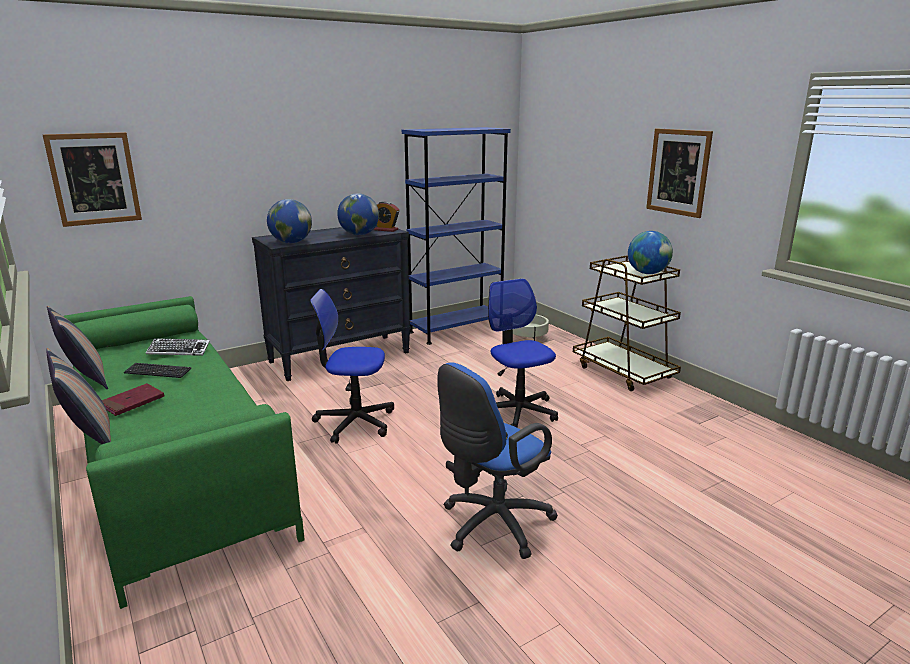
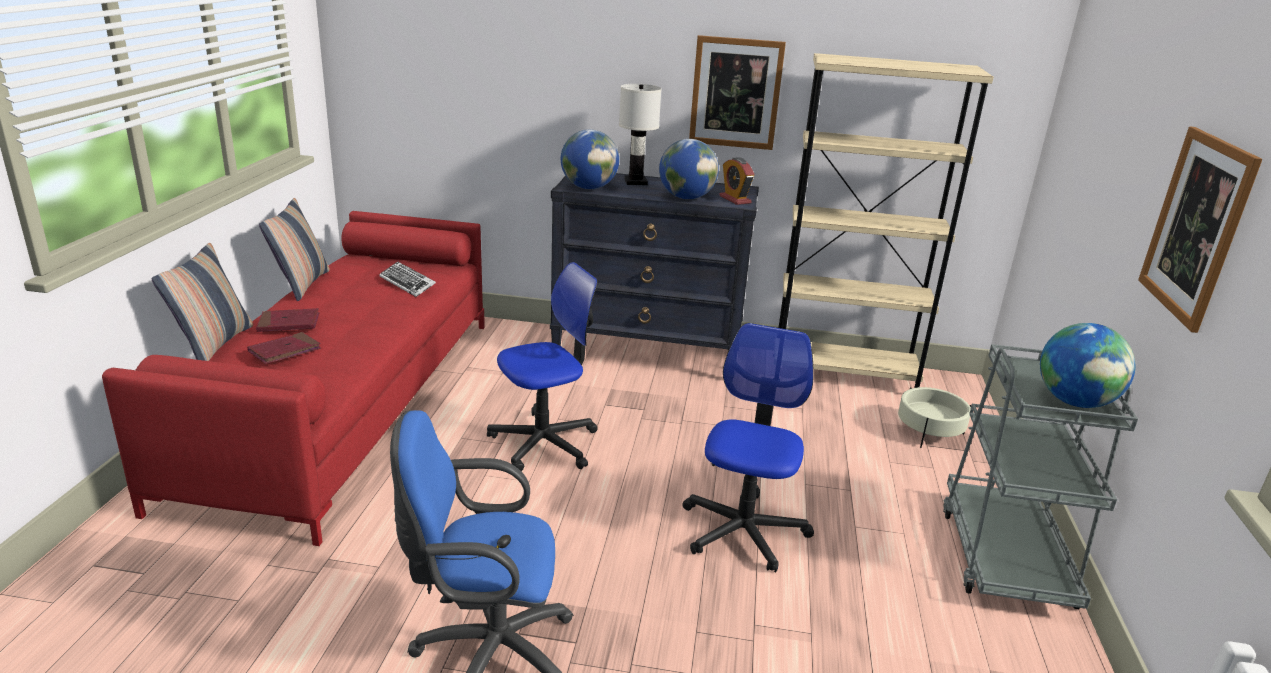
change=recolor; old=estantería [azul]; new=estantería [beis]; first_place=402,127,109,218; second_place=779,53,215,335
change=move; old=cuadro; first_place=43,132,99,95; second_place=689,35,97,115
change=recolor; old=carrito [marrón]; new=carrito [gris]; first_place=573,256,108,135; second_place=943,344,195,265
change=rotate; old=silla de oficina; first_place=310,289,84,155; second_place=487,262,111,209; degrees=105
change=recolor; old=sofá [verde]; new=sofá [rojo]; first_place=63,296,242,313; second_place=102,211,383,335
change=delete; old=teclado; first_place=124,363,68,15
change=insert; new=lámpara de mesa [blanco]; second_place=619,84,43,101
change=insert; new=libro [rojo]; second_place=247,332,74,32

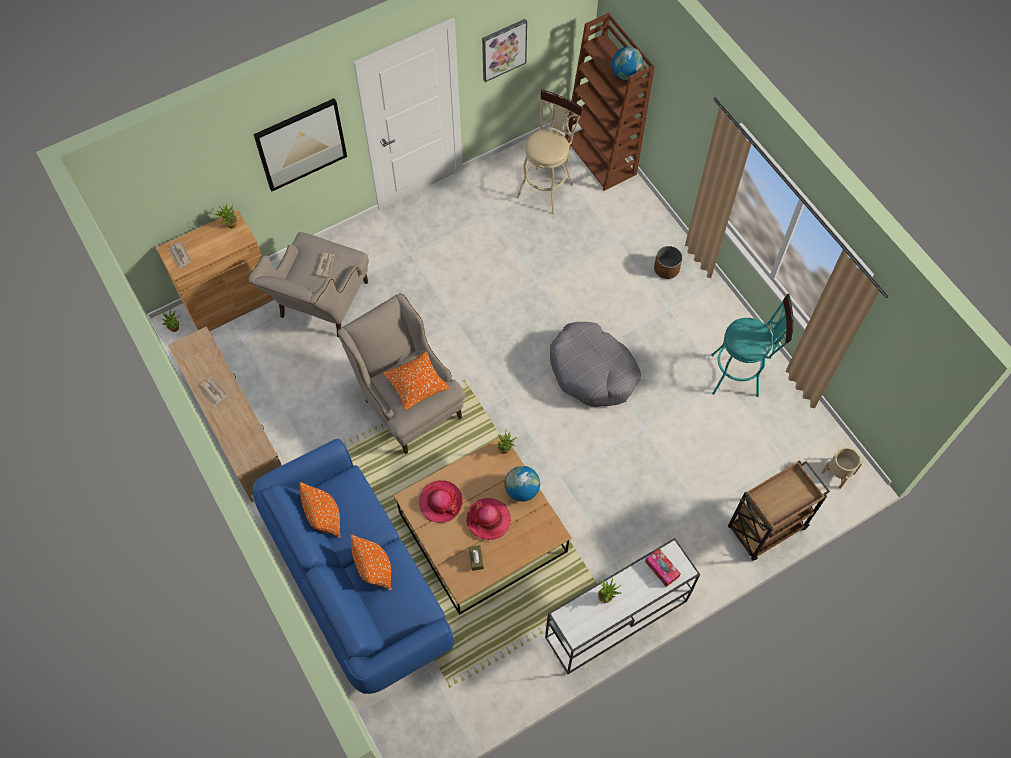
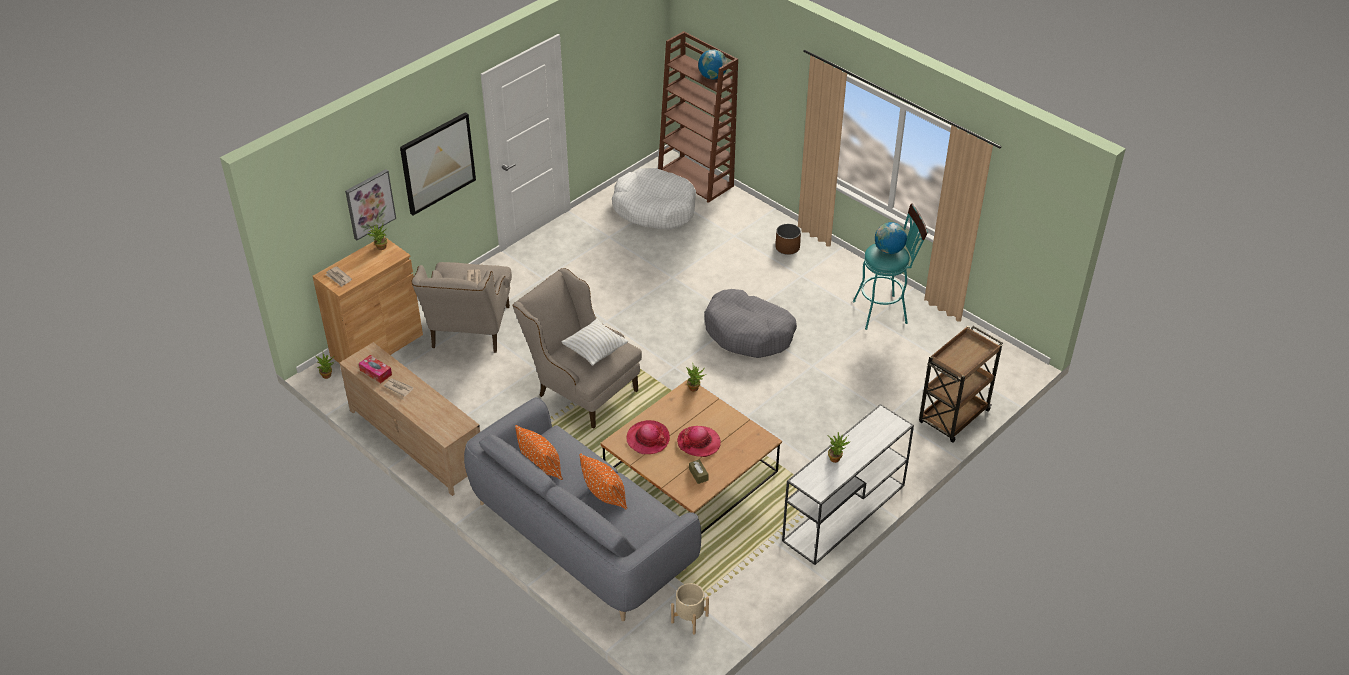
change=move; old=cuadro; first_place=482,19,45,63; second_place=345,169,51,71
change=replace; old=taburete [beis]; new=cama para perro [blanco]; first_place=517,89,66,125; second_place=612,168,84,62
change=recolor; old=cojín [naranja]; new=cojín [blanco]; first_place=384,351,65,60; second_place=561,319,67,47
change=recolor; old=sofá [azul]; new=sofá [gris]; first_place=253,439,201,255; second_place=464,397,237,224
change=move; old=maceta [beis]; first_place=821,447,42,42; second_place=671,583,38,52
change=move; old=globo terráqueo; first_place=505,466,35,36; second_place=875,222,32,32
change=move; old=caja de pañuelos; first_place=645,548,36,39; second_place=359,355,33,28

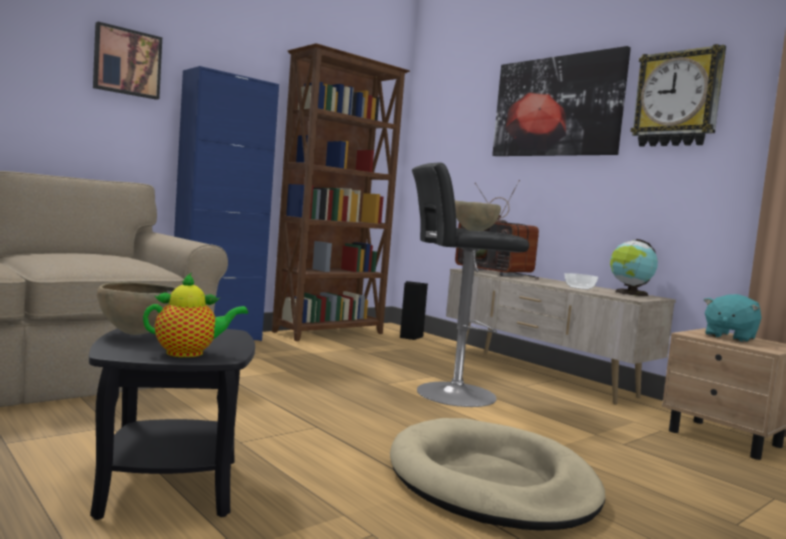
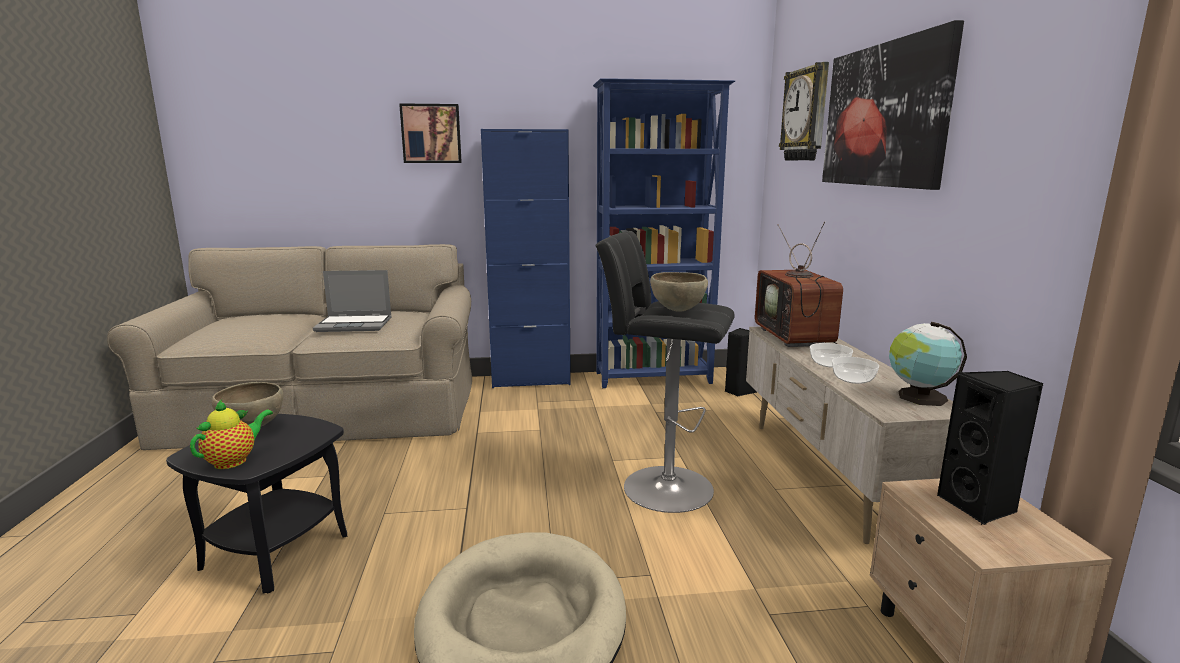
change=recolor; old=estantería [marrón]; new=estantería [azul]; first_place=272,43,138,298; second_place=593,78,142,310
change=move; old=reloj de pared; first_place=630,44,96,103; second_place=779,62,50,98
change=rotate; old=tetera; first_place=143,273,105,84; second_place=190,399,83,70; degrees=-75
change=replace; old=peluche [turquesa]; new=altavoz [negro]; first_place=704,294,58,48; second_place=937,371,106,154
change=insert; new=portátil; second_place=313,270,79,62
change=insert; new=cuenco; second_place=810,343,43,25

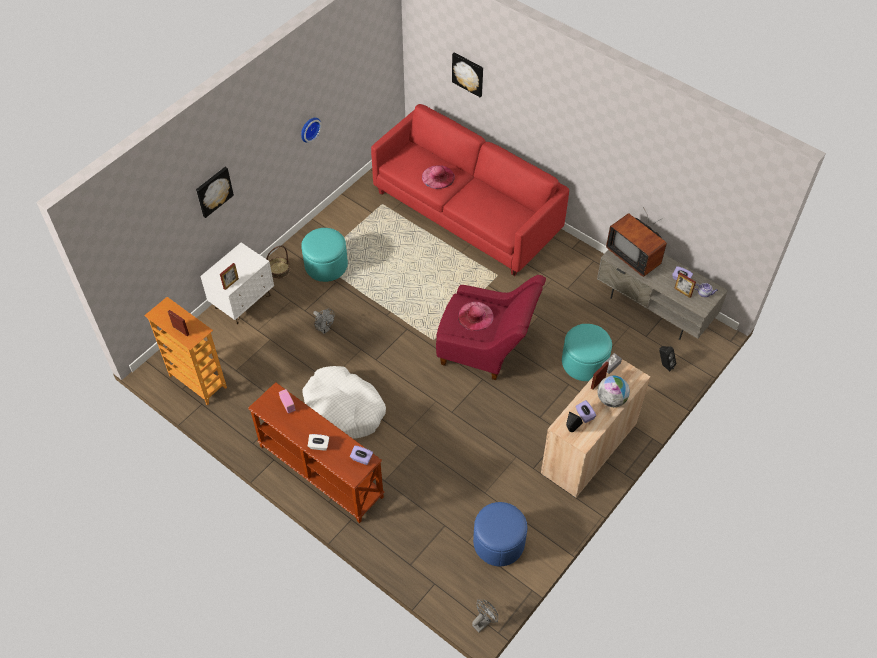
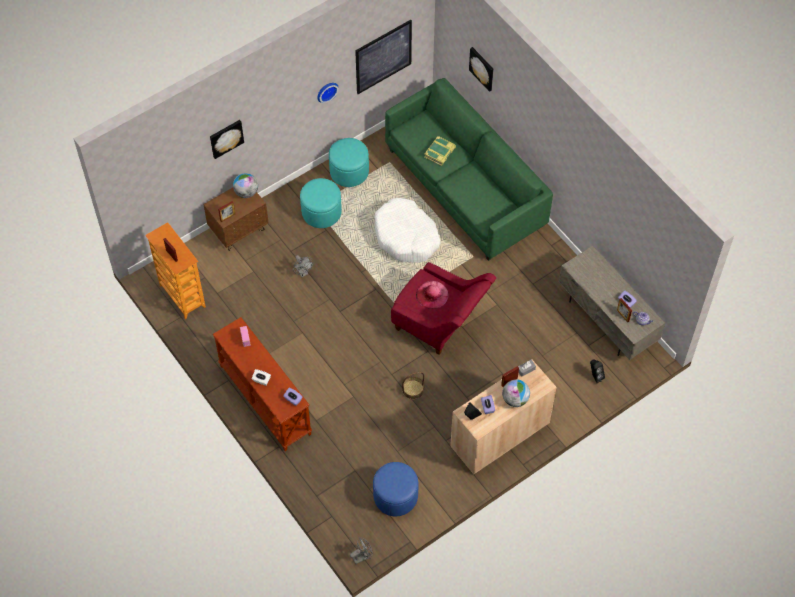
change=recolor; old=sofá [rojo]; new=sofá [verde]; first_place=371,104,198,172; second_place=385,78,168,183
change=replace; old=sombrero [rosa]; new=libro; first_place=422,165,33,24; second_place=424,136,32,30
change=delete; old=televisor; first_place=606,207,61,70
change=recolor; old=mesita de noche [blanco]; new=mesita de noche [marrón]; first_place=200,242,74,82; second_place=203,187,66,64
change=move; old=cesta; first_place=267,246,23,33; second_place=402,372,22,28
change=move; old=puf [turquesa]; first_place=562,324,50,57; second_place=329,138,40,49
change=move; old=cama para perro [blanco]; first_place=303,366,83,73; second_place=375,198,65,65
change=insert; new=cuadro; second_place=355,20,57,74
change=insert; new=globo terráqueo; second_place=233,173,25,25

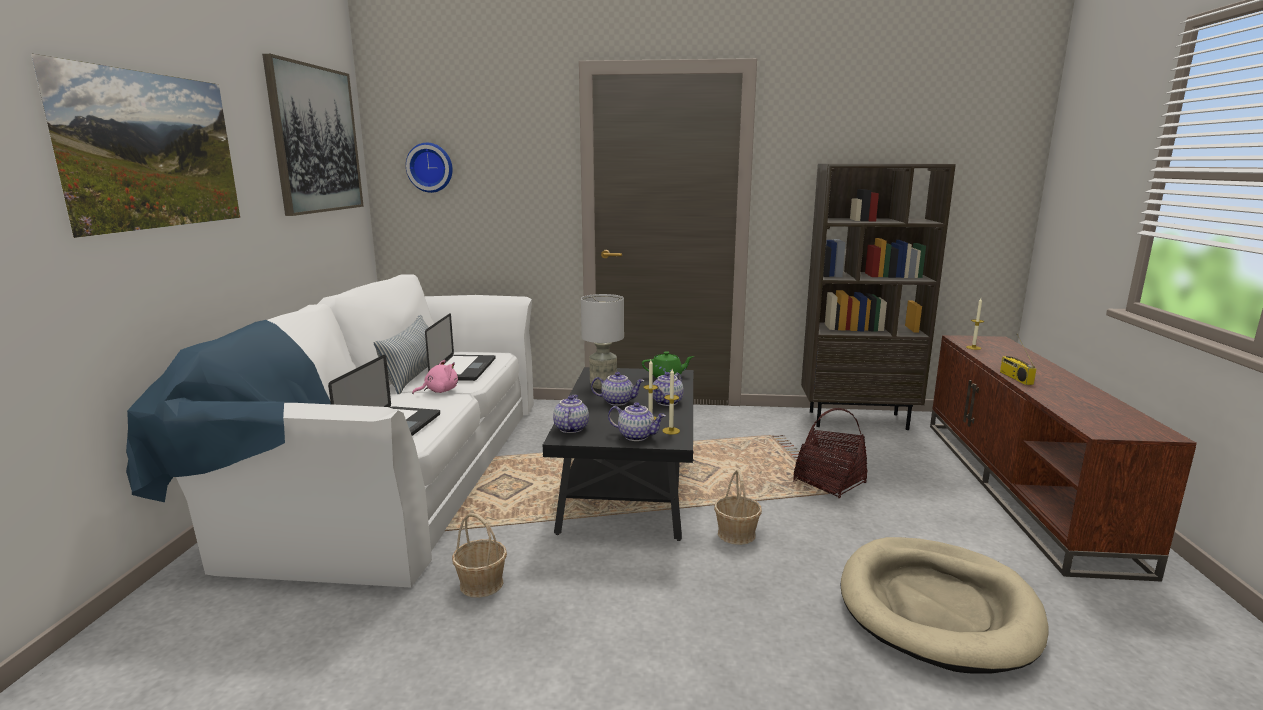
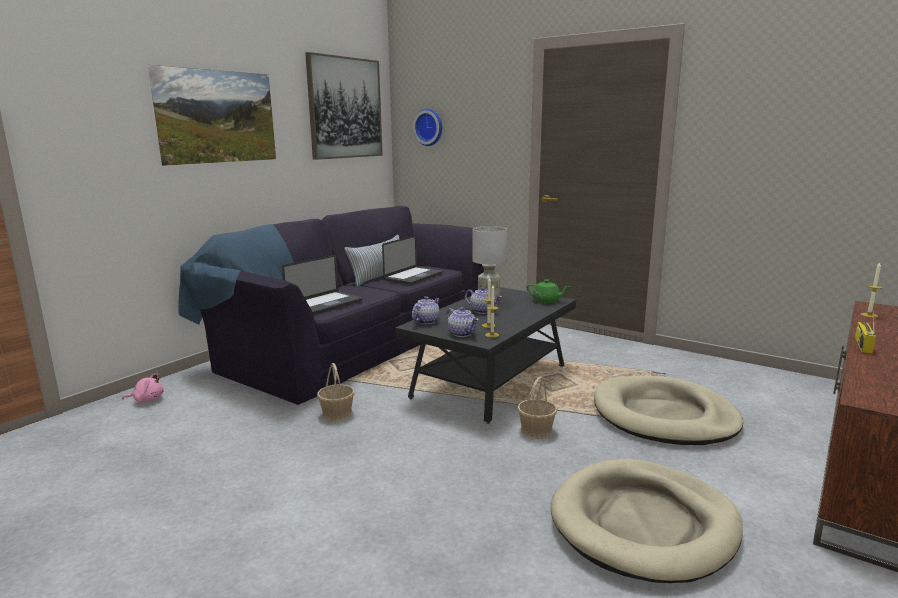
change=delete; old=estantería [marrón]; first_place=801,164,155,266
change=recolor; old=sofá [blanco]; new=sofá [negro]; first_place=126,274,408,314; second_place=179,206,305,199
change=move; old=peluche [rosa]; first_place=412,360,46,34; second_place=122,373,42,30
change=delete; old=tetera; first_place=653,372,31,34
change=replace; old=cesta; new=cama para perro [beis]; first_place=793,408,75,90; second_place=594,376,149,69

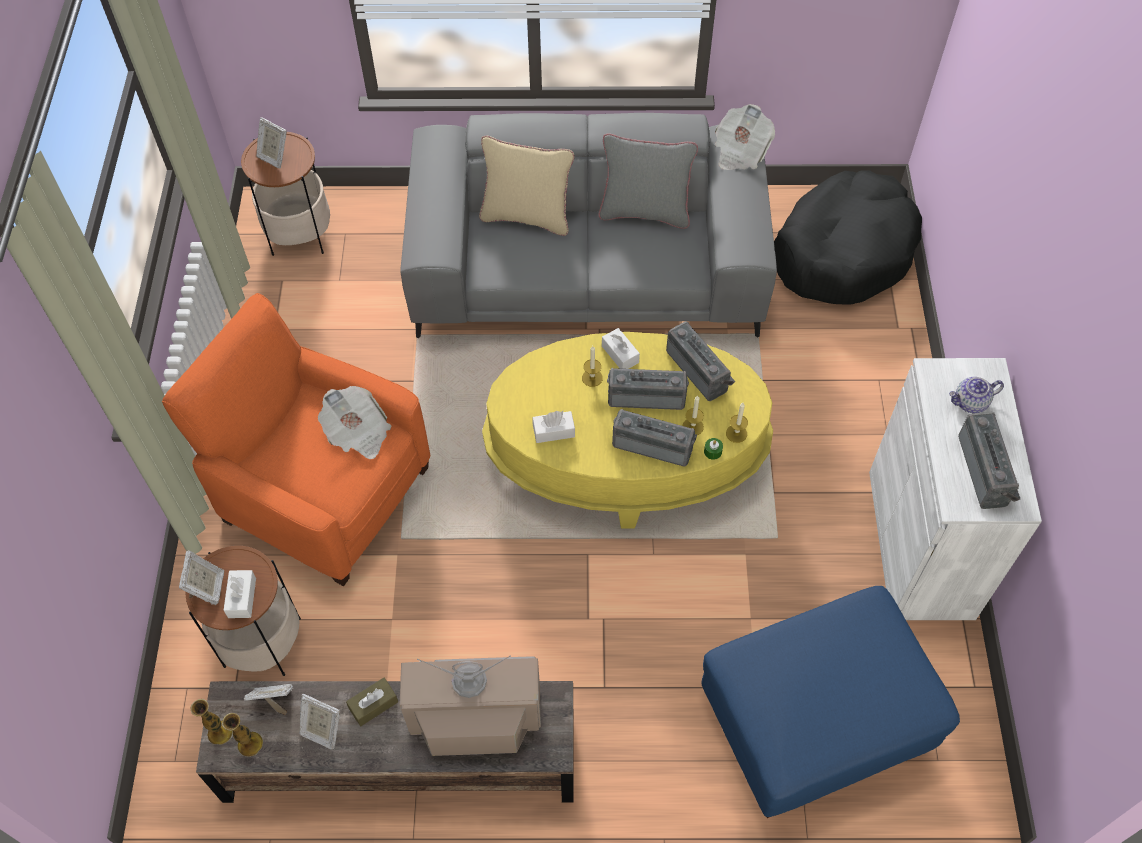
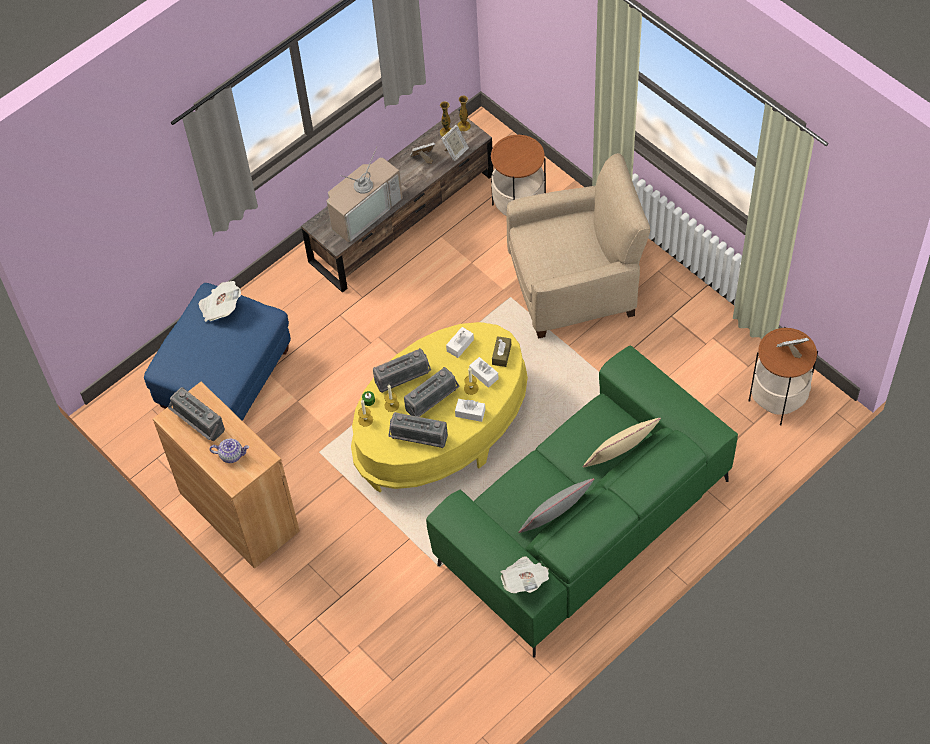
change=recolor; old=sofá [gris]; new=sofá [verde]; first_place=400,113,377,225; second_place=426,345,312,313
change=delete; old=cama para perro [negro]; first_place=774,170,148,135
change=recolor; old=sillón [naranja]; new=sillón [beis]; first_place=162,293,268,293; second_place=507,153,143,186
change=recolor; old=armario [blanco]; new=armario [marrón]; first_place=869,358,173,262; second_place=153,382,147,187
change=rotate; old=tetera; first_place=949,377,55,36; second_place=210,439,39,24; degrees=60
change=move; old=periódico; first_place=318,386,73,73; second_place=198,281,43,41
change=delete; old=portarretratos; first_place=179,550,45,55
change=move; old=caja de pañuelos [blanco]; first_place=224,570,32,48; second_place=469,357,30,31
change=move; old=caja de pañuelos [marrón]; first_place=346,678,52,48; second_place=492,336,19,31

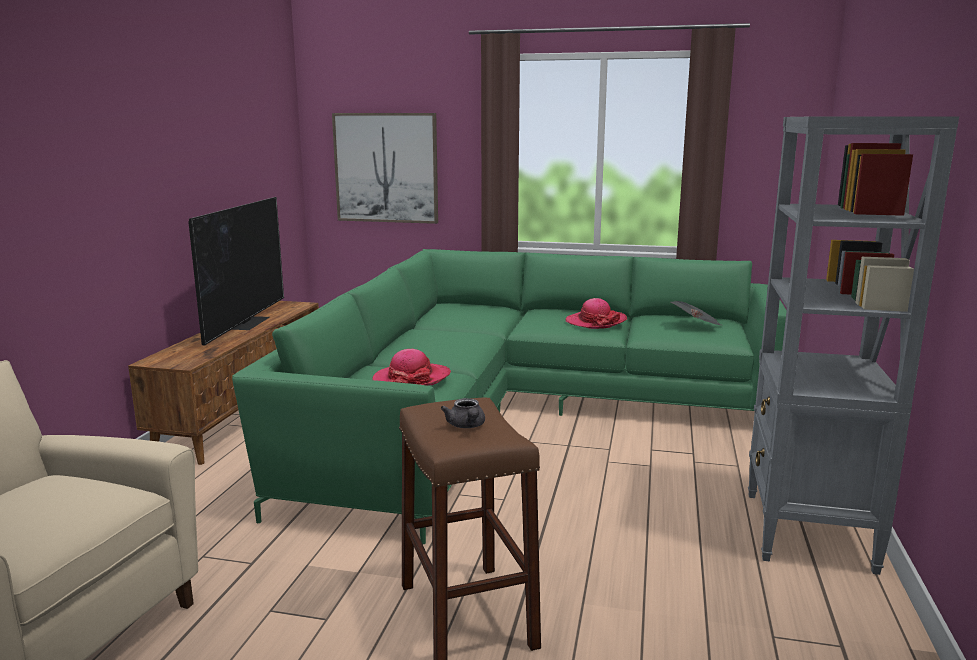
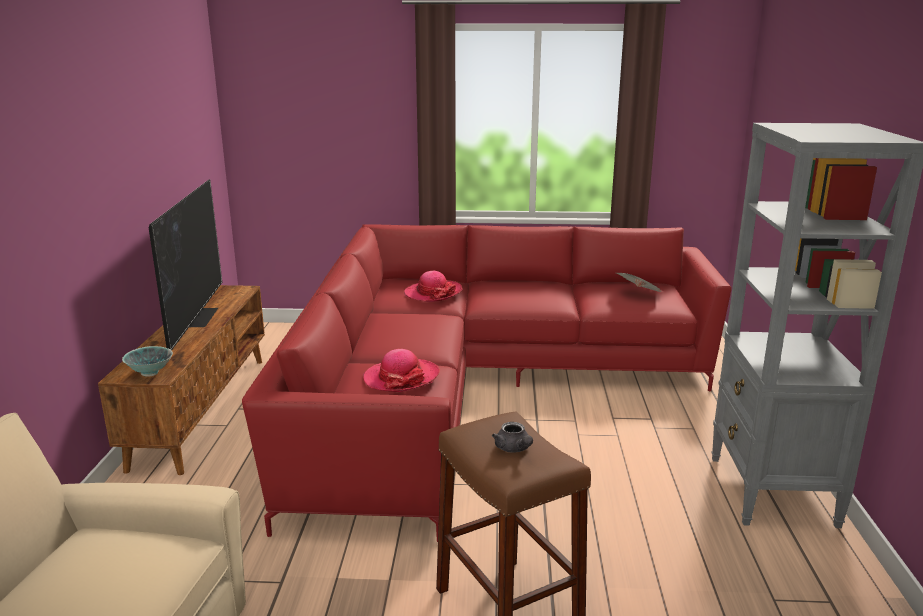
change=delete; old=cuadro; first_place=332,113,106,111
change=recolor; old=sofá [verde]; new=sofá [rojo]; first_place=232,249,555,295; second_place=242,224,489,318
change=move; old=sombrero; first_place=565,298,62,31; second_place=404,271,59,31
change=insert; new=cuenco; second_place=122,346,51,31

